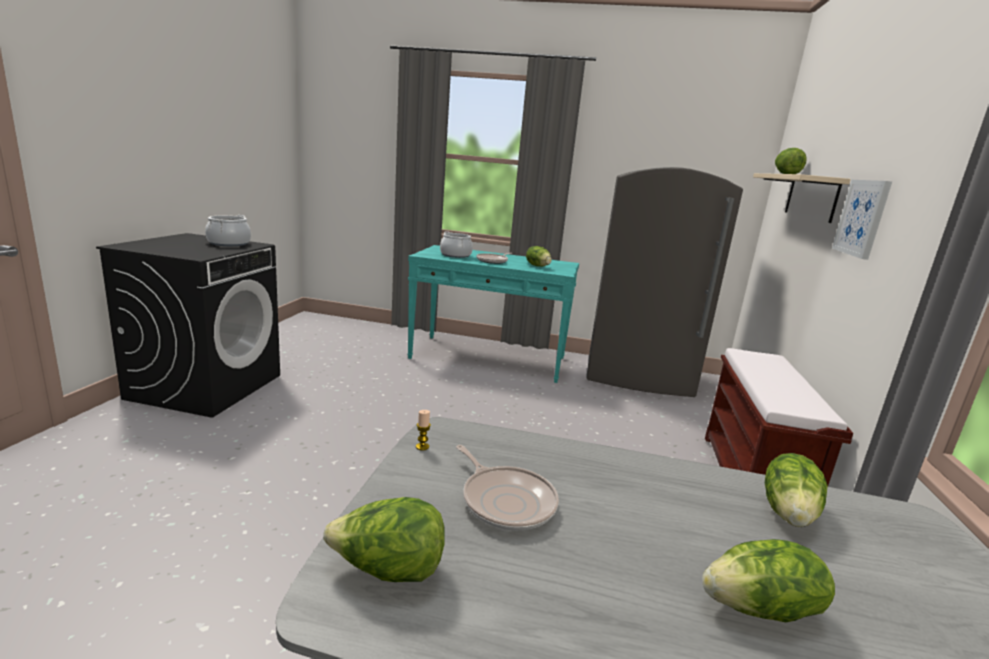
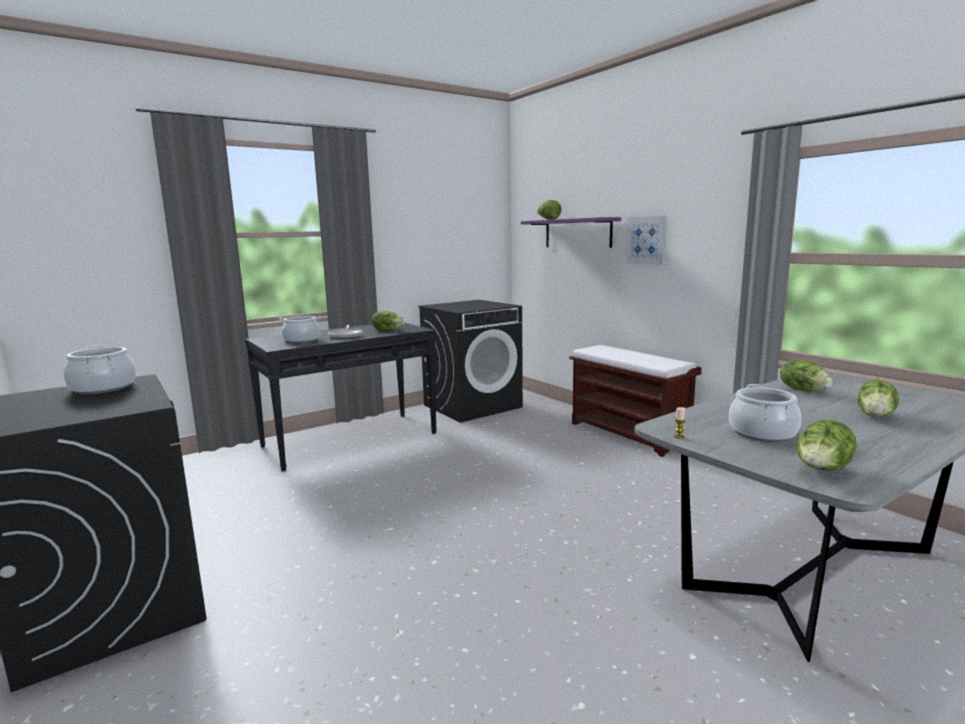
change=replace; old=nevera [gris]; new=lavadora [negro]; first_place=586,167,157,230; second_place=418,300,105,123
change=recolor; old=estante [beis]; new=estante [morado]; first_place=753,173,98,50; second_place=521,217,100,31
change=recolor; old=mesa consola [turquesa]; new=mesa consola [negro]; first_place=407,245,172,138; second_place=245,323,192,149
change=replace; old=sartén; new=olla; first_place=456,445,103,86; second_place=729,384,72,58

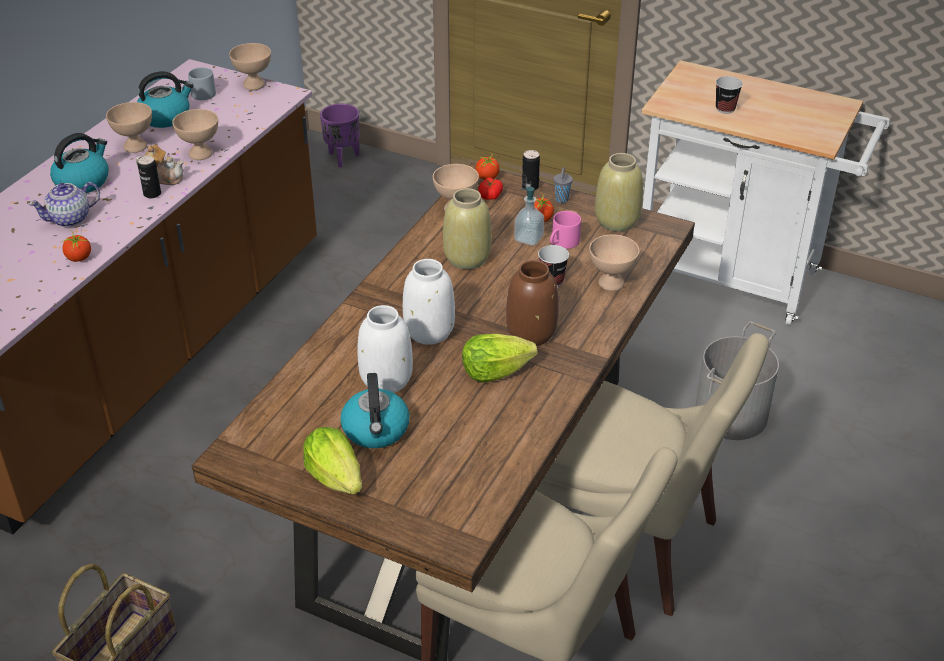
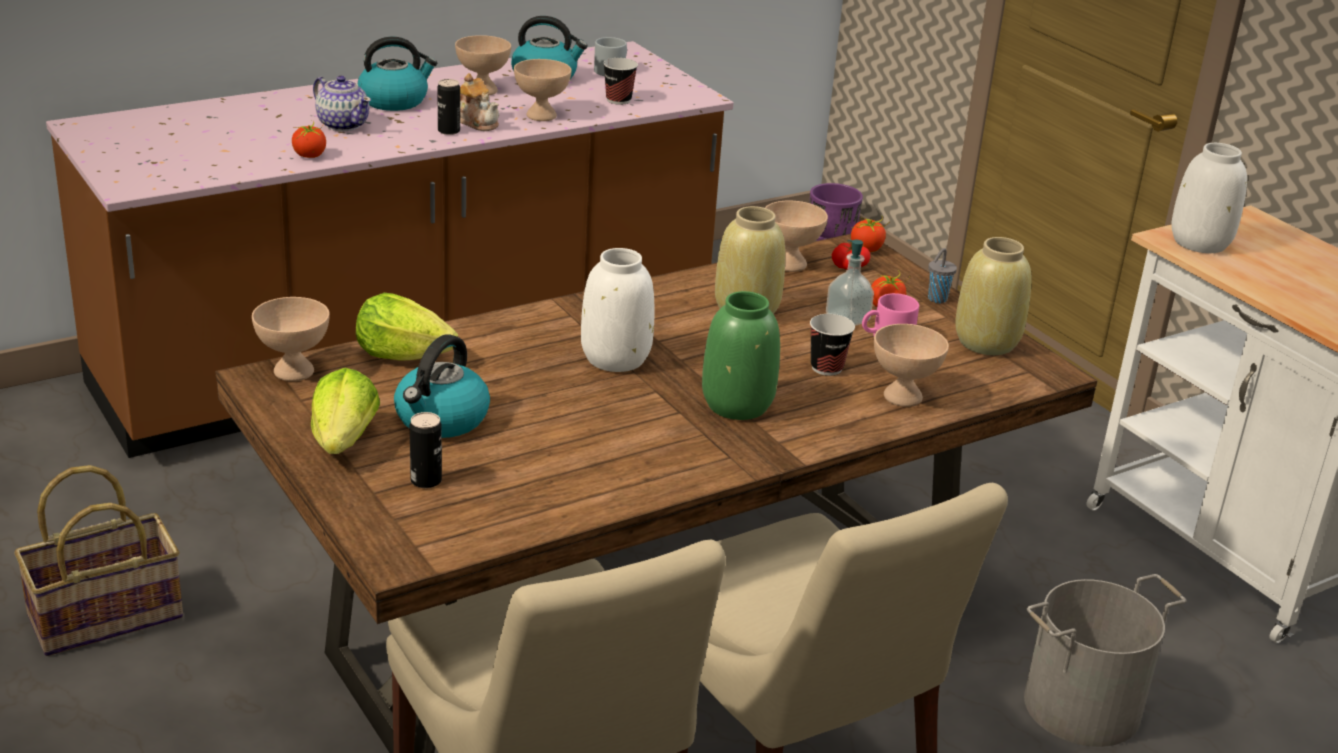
change=move; old=cuenco [beis]; first_place=229,43,42,47; second_place=252,297,78,84
change=move; old=taza; first_place=716,76,27,38; second_place=603,58,35,47
change=move; old=lata; first_place=522,150,18,41; second_place=410,412,32,76
change=rotate; old=tetera; first_place=29,182,71,45; second_place=313,76,58,55; degrees=-135
change=recolor; old=florero [marrón]; new=florero [verde]; first_place=506,260,53,86; second_place=702,291,78,129
change=move; old=florero [blanco]; first_place=358,305,55,88; second_place=1171,143,76,110
change=move; old=lechuga; first_place=462,334,75,48; second_place=356,293,102,68

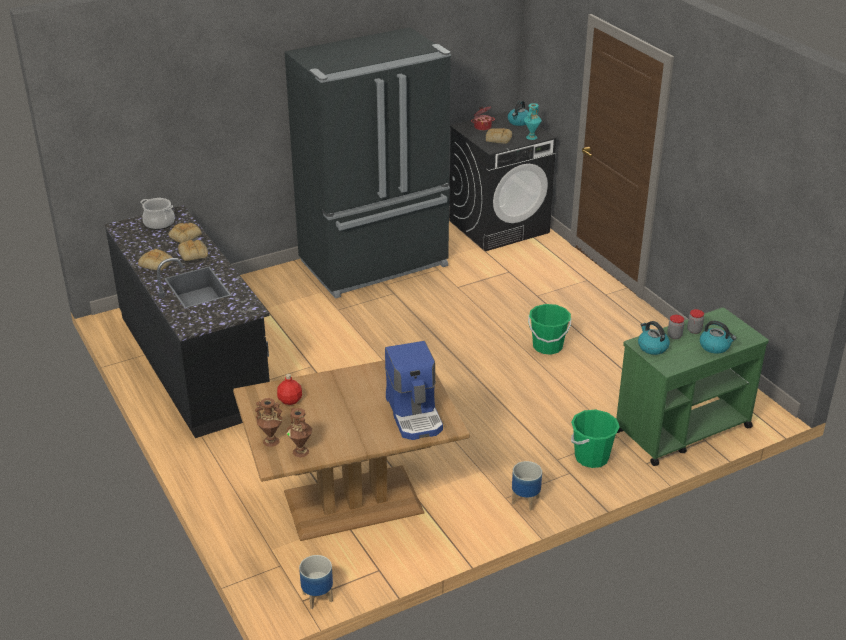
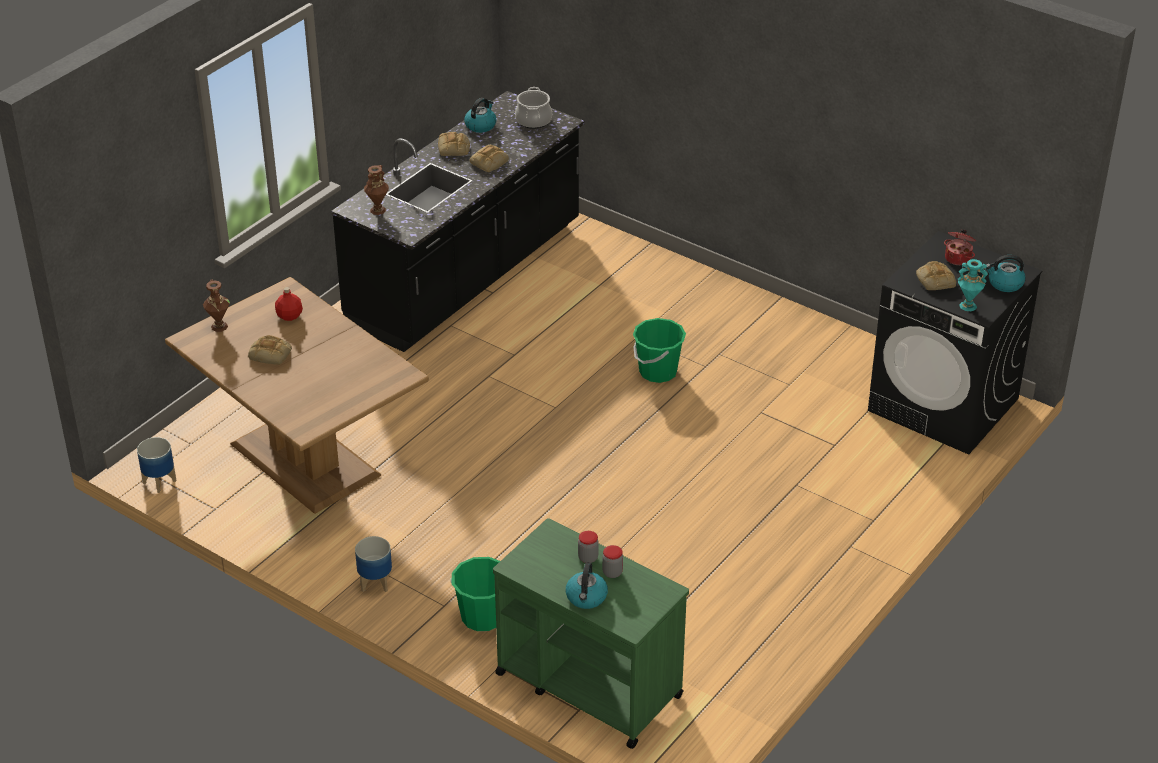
change=delete; old=nevera [negro]; first_place=284,27,167,272
change=move; old=pan; first_place=168,223,34,20; second_place=248,335,44,30
change=move; old=cubo [verde]; first_place=528,304,43,51; second_place=633,318,53,65
change=move; old=hervidor; first_place=638,321,32,34; second_place=464,98,32,35
change=delete; old=cafetera; first_place=385,341,58,99
change=move; old=florero [marrón]; first_place=286,408,26,50; second_place=364,165,25,50

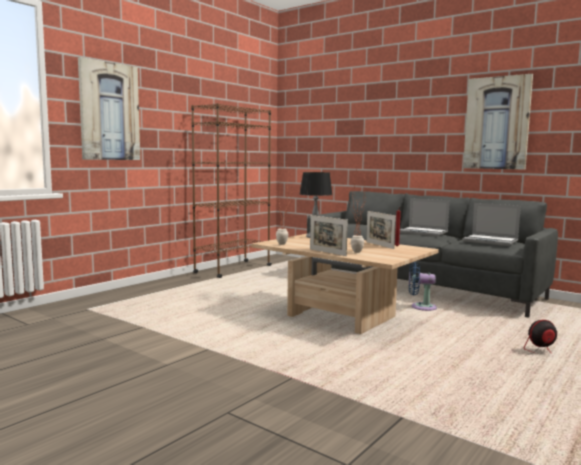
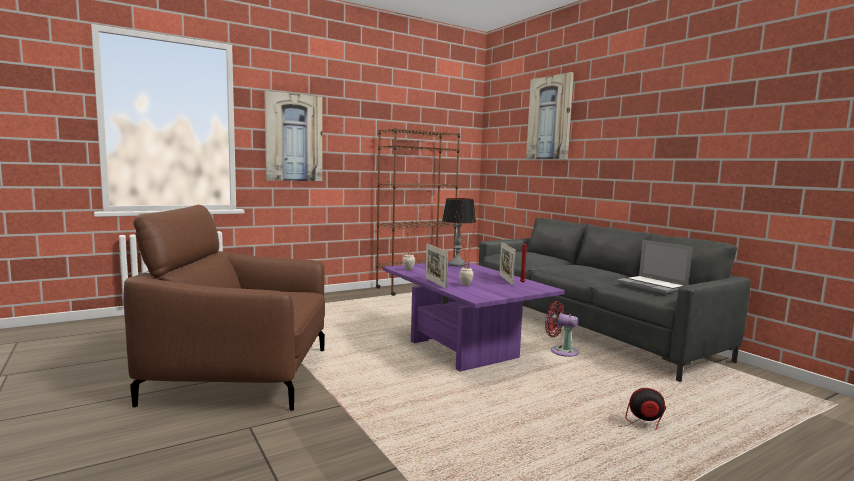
change=move; old=cuadro; first_place=463,74,70,96; second_place=526,72,48,87
change=delete; old=portátil; first_place=400,198,50,38
change=recolor; old=mesa de centro [beis]; new=mesa de centro [morado]; first_place=252,233,187,101; second_place=383,261,182,111
change=recolor; old=ventilador [azul]; new=ventilador [rojo]; first_place=409,262,28,49; second_place=545,301,34,56
change=insert; new=sillón [marrón]; second_place=123,205,202,206

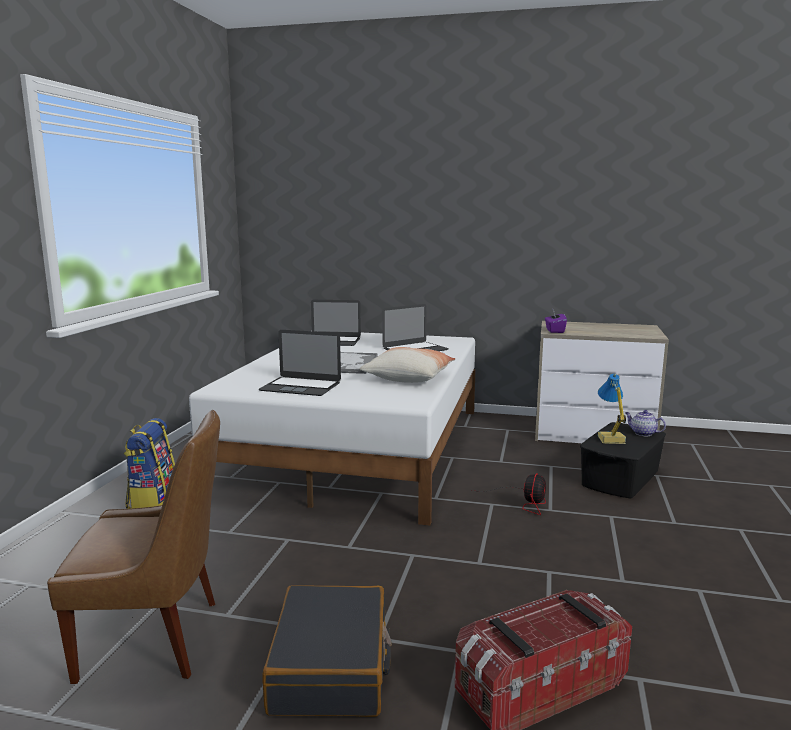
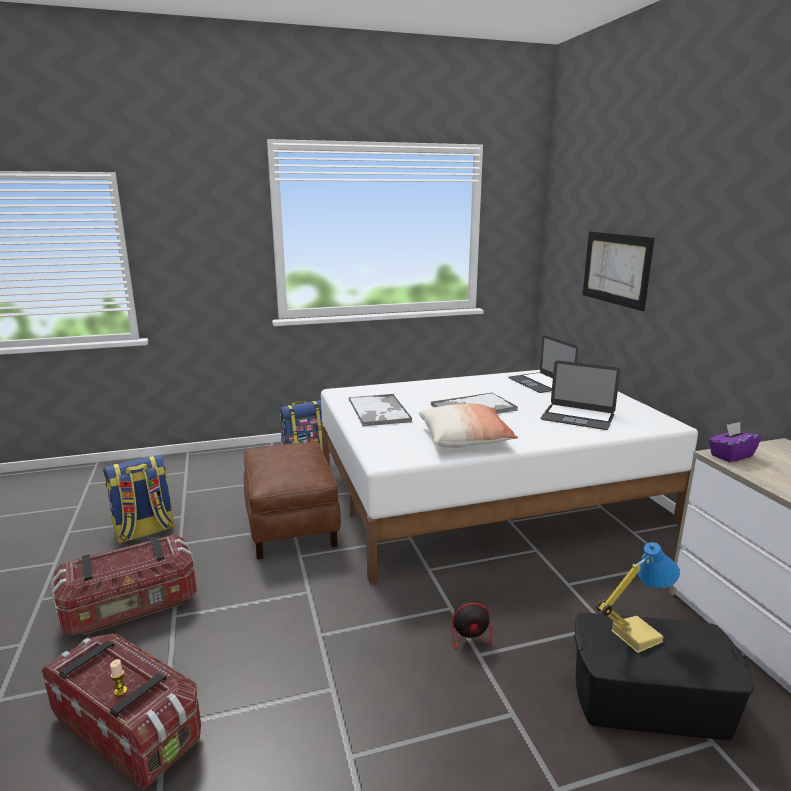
change=replace; old=portátil; new=bandeja; first_place=259,330,82,66; second_place=349,394,63,32
change=replace; old=silla [marrón]; new=mochila; first_place=47,410,173,274; second_place=103,454,72,90
change=delete; old=tetera; first_place=625,410,41,26
change=replace; old=maleta [negro]; new=caja de almacenaje; first_place=262,585,130,132; second_place=51,534,146,101
change=insert; new=cuadro; second_place=583,231,71,80
change=insert; new=puf [marrón]; second_place=244,442,97,118
change=insert; new=vela; second_place=110,659,17,37

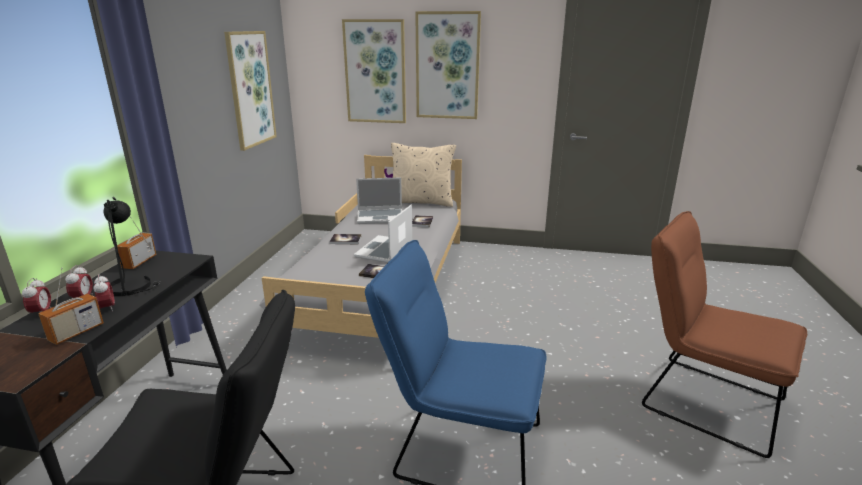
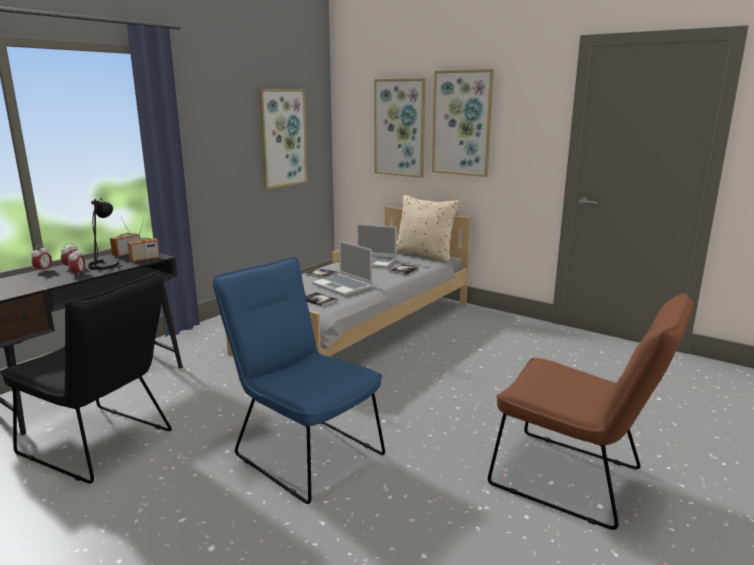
change=rotate; old=portátil; first_place=354,205,58,58; second_place=312,241,60,55; degrees=-90
change=rotate; old=silla [marrón]; first_place=642,211,165,247; second_place=488,293,205,237; degrees=150
change=move; old=radio; first_place=38,267,66,78; second_place=127,219,33,43

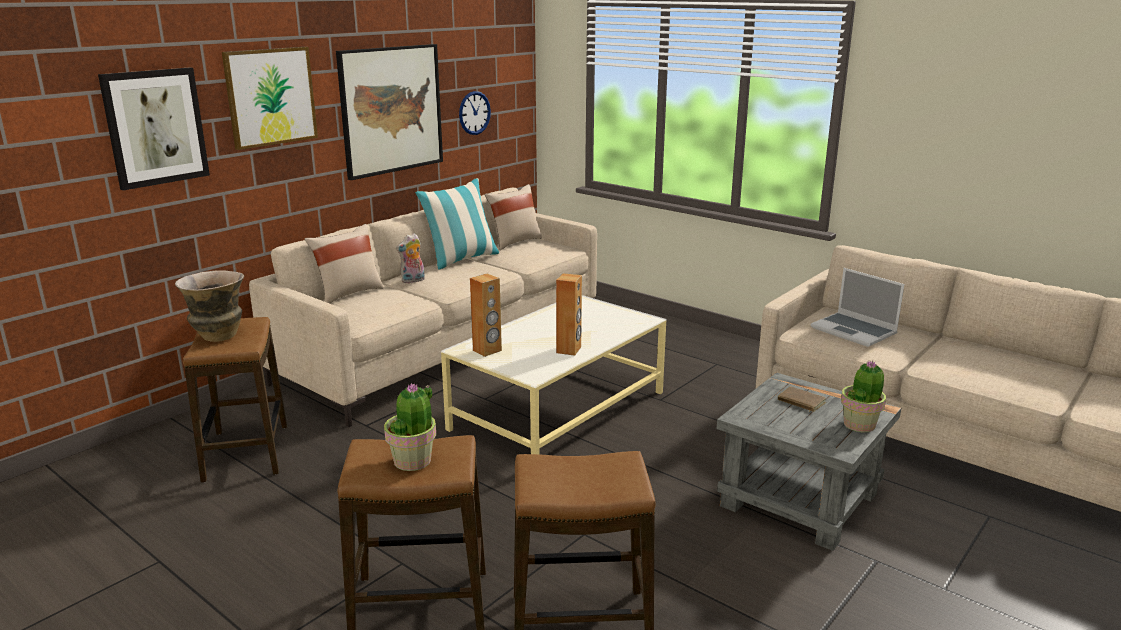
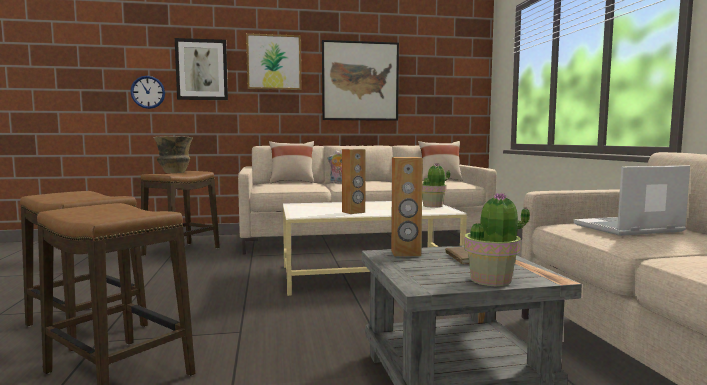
change=move; old=reloj de pared; first_place=459,91,32,44; second_place=131,76,34,33
change=delete; old=cojín; first_place=415,178,85,92
change=rotate; old=portátil; first_place=811,268,93,79; second_place=573,165,117,71; degrees=75
change=move; old=altavoz [marrón]; first_place=470,274,32,83; second_place=391,157,32,100
change=move; old=planta en maceta; first_place=384,383,52,88; second_place=422,163,28,45

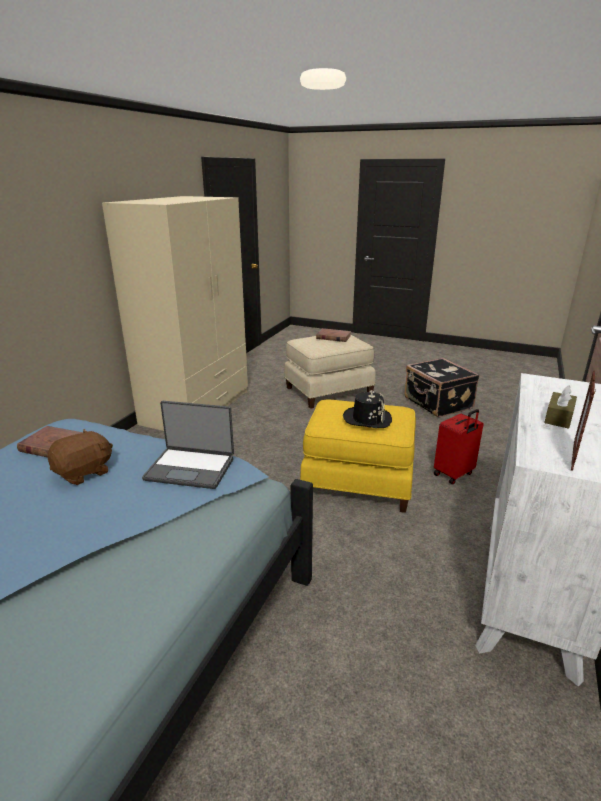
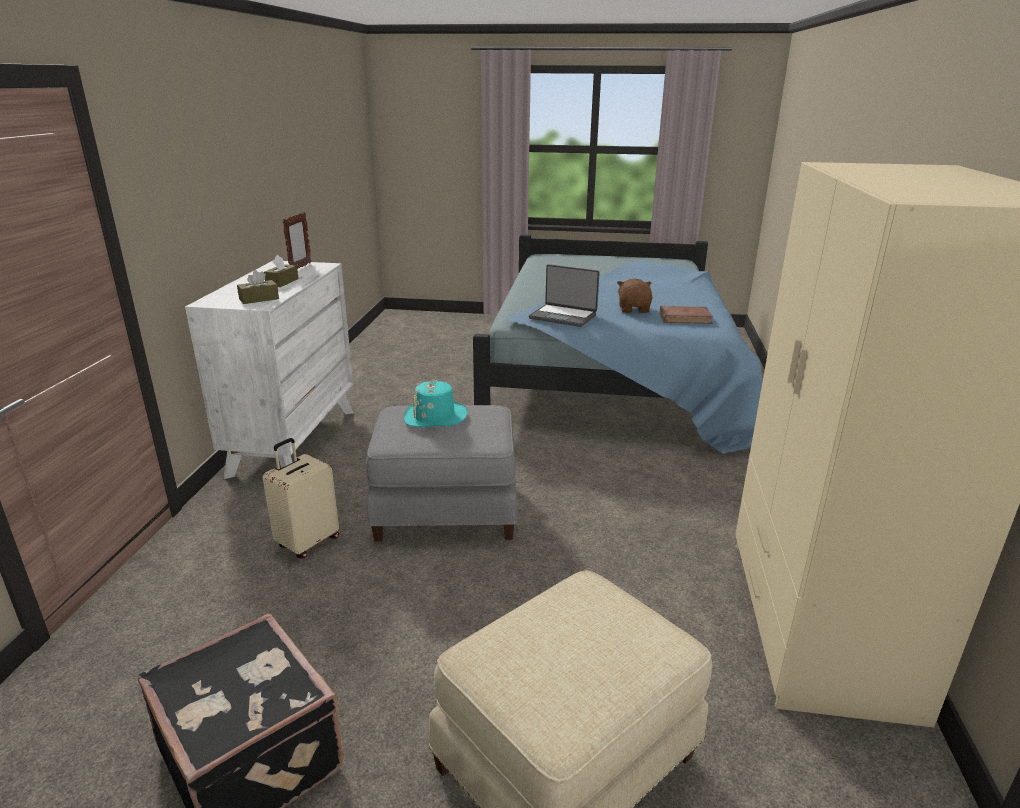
change=delete; old=libro [marrón]; first_place=316,328,35,14
change=recolor; old=sombrero [negro]; new=sombrero [turquesa]; first_place=343,391,49,37; second_place=404,379,64,48
change=recolor; old=puf [amarillo]; new=puf [gris]; first_place=300,400,116,113; second_place=366,405,152,136
change=rotate; old=portátil; first_place=142,401,92,88; second_place=529,264,71,63; degrees=-150
change=recolor; old=maleta [rojo]; new=maleta [beis]; first_place=434,409,50,75; second_place=263,438,76,120
change=rotate; old=peluche [marrón]; first_place=47,429,66,56; second_place=617,278,35,35; degrees=150
change=insert; new=caja de pañuelos [marrón]; second_place=237,270,42,34

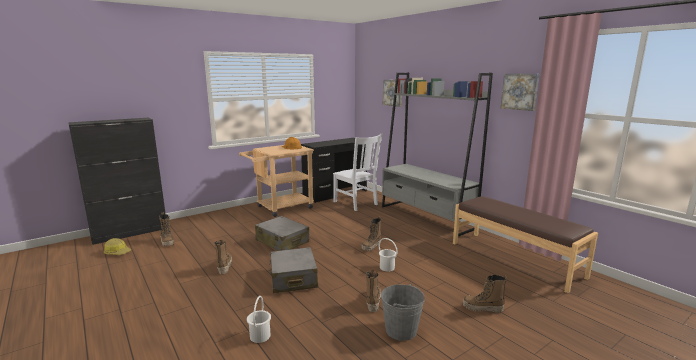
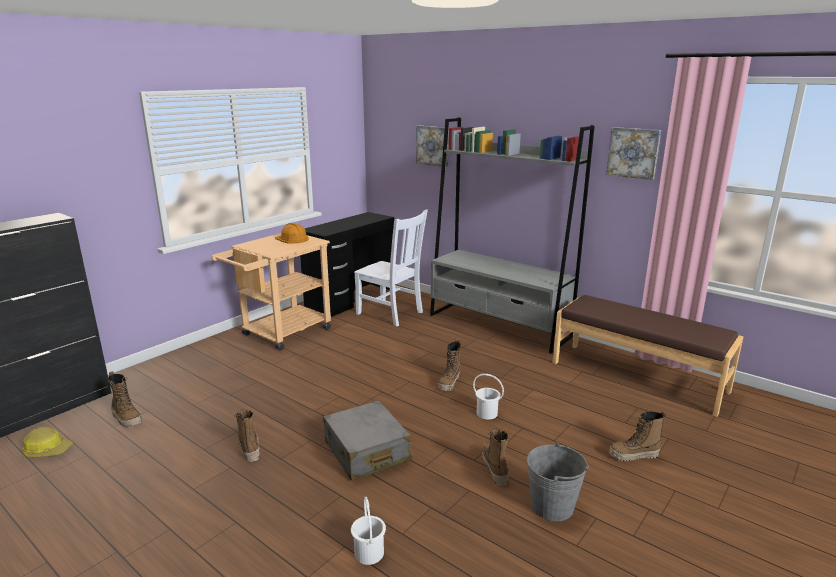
change=delete; old=maleta [gris]; first_place=255,216,54,35

